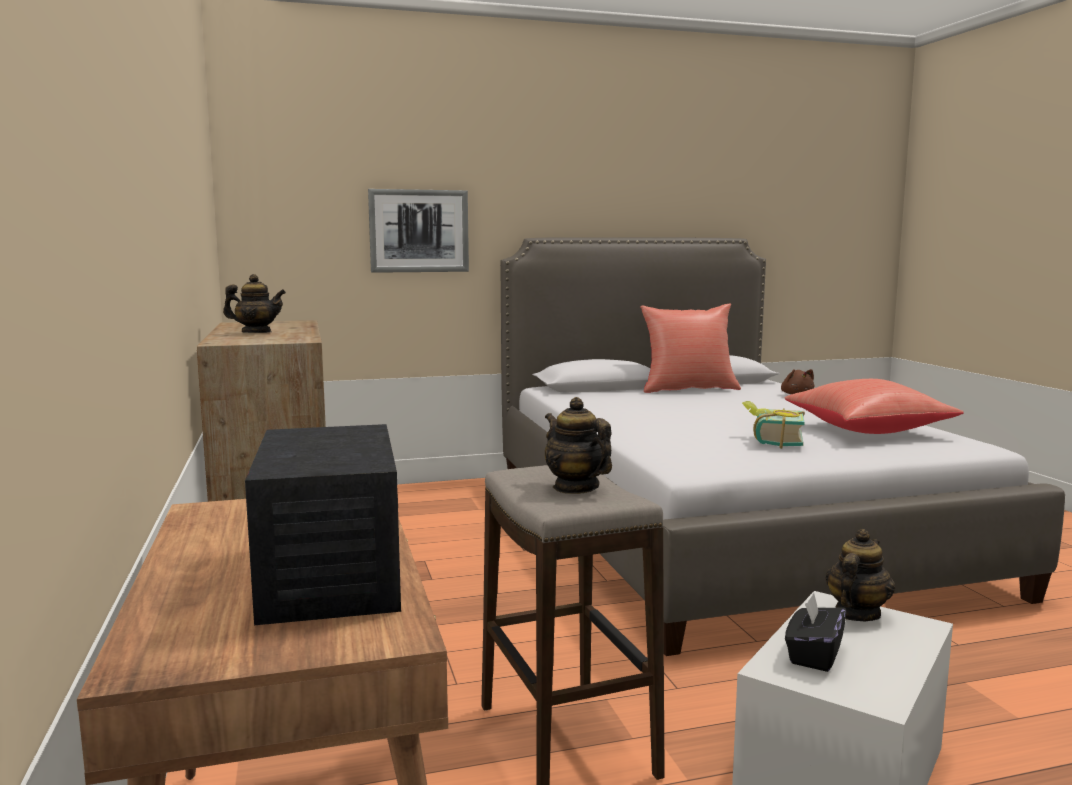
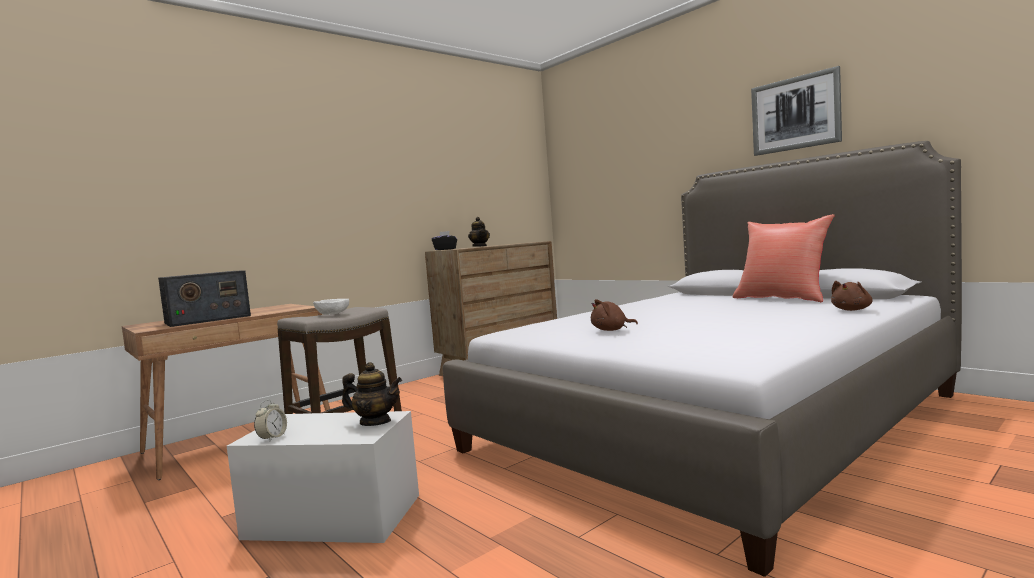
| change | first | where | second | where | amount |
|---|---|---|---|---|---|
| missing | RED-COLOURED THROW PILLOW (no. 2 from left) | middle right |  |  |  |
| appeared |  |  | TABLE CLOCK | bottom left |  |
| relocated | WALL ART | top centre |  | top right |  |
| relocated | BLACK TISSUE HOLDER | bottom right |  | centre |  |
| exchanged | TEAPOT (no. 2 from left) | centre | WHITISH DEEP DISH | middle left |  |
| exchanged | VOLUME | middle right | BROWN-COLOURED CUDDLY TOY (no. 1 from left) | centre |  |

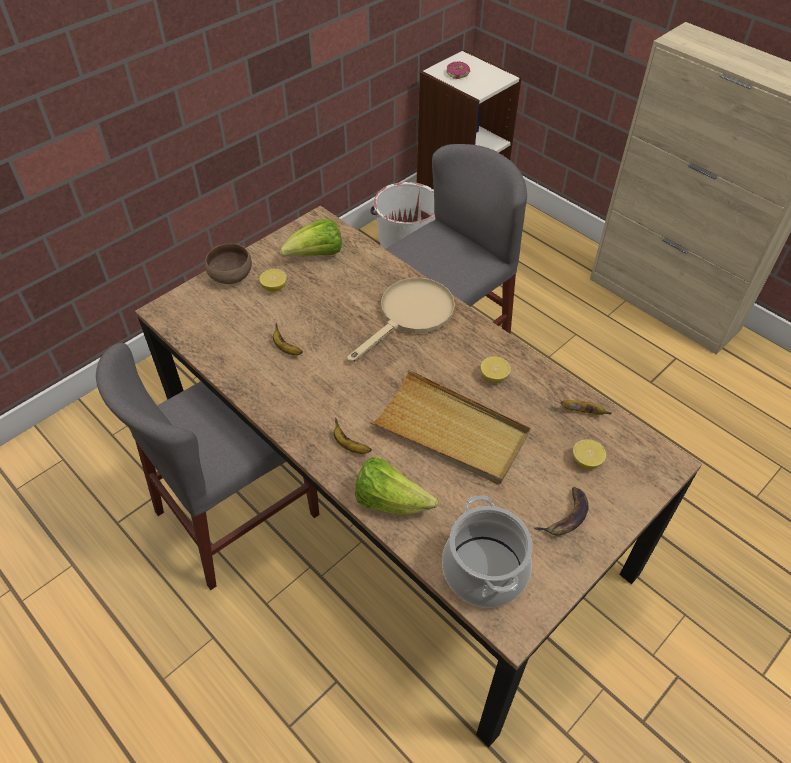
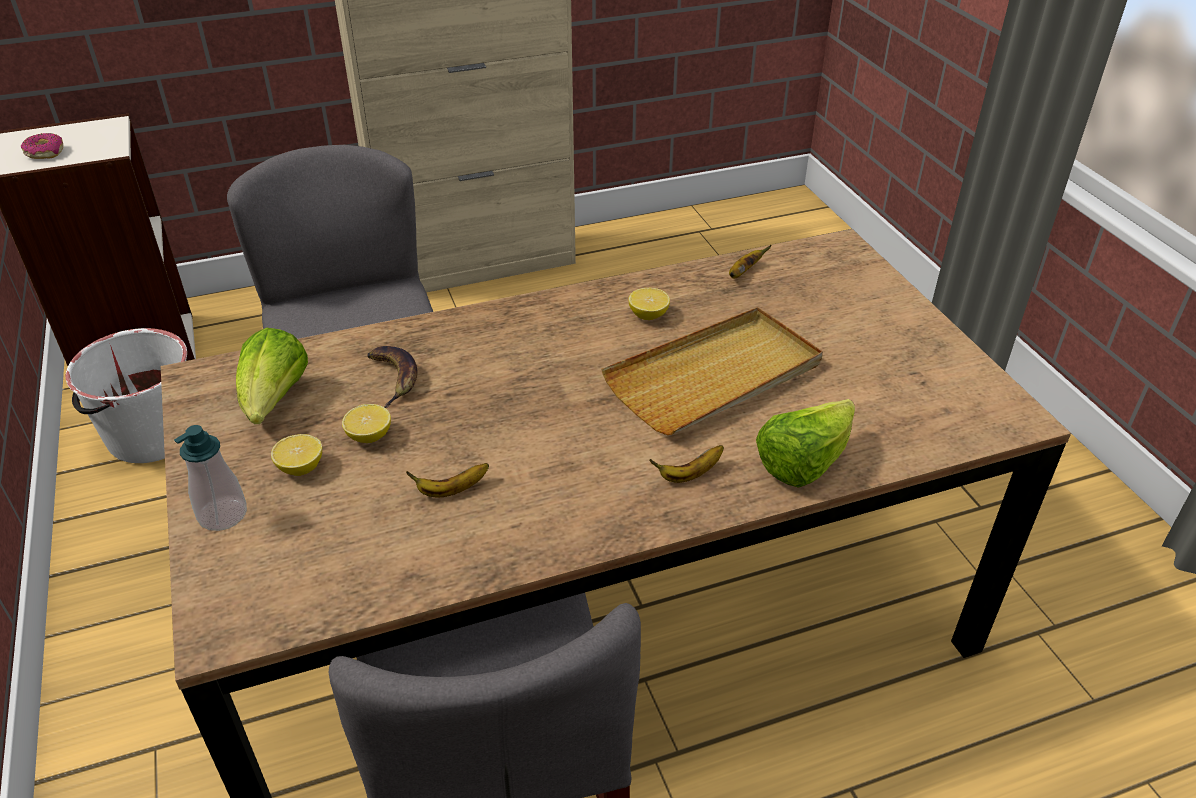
| change | first | where | second | where | amount |
|---|---|---|---|---|---|
| missing | SAND-COLOURED PAN | centre |  |  |  |
| missing | STOCKPOT | bottom centre |  |  |  |
| relocated | BANANA (no. 3 from left in the first image) | bottom right | BANANA (no. 1 from left) | middle left |  |
| relocated | LEMON (no. 3 from left in the first image) | middle right | LEMON (no. 2 from left) | middle left |  |
| exchanged | BROWN-COLOURED DEEP DISH | middle left | SOAP DISPENSER | middle left |  |

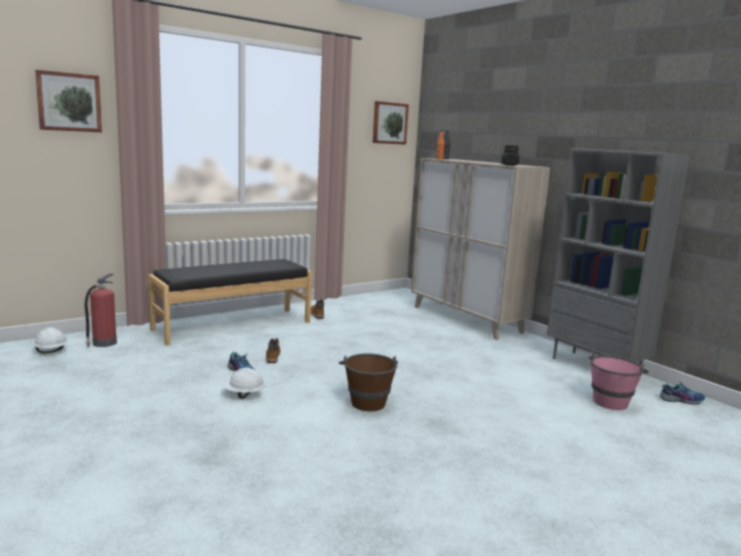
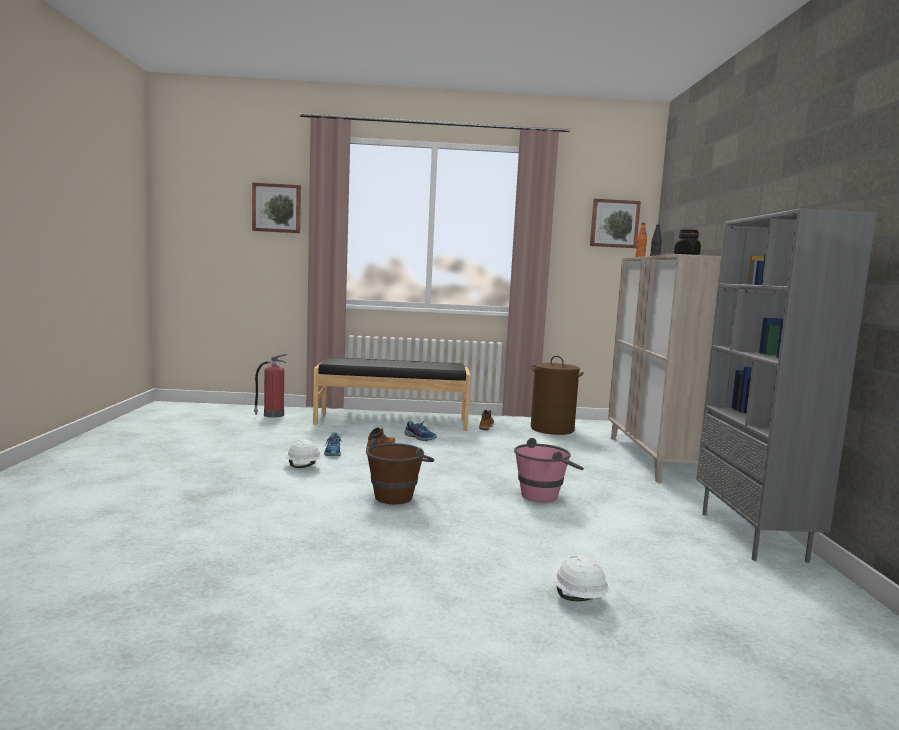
| change | first | where | second | where | amount |
|---|---|---|---|---|---|
| appeared |  |  | BROWN-COLOURED WASHING BASKET | centre |  |
| relocated | WHITISH SAFETY HELMET (no. 1 from left in the first image) | middle left | WHITISH SAFETY HELMET (no. 2 from left) | bottom centre |  |
| relocated | PINK PAIL | bottom right |  | centre |  |
| relocated | SHOE (no. 2 from left) | bottom right |  | centre |  |

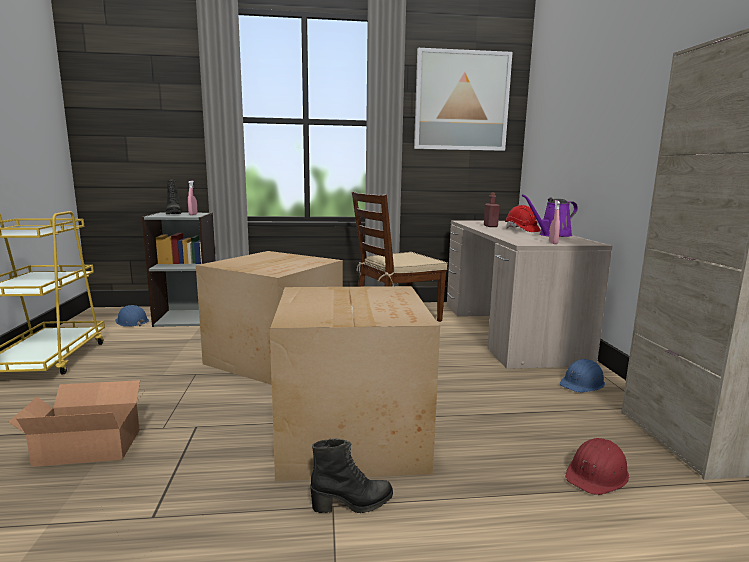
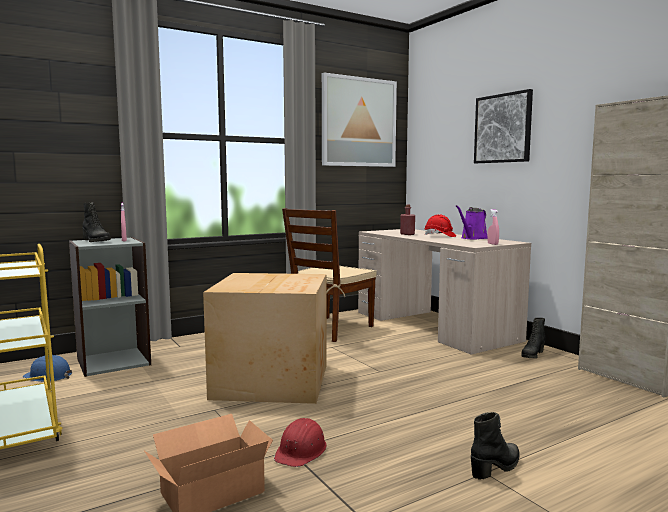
| change | first | where | second | where | amount |
|---|---|---|---|---|---|
| missing | PACKING BOX (no. 3 from left) | bottom centre |  |  |  |
| appeared |  |  | WALL ART (no. 2 from left) | top right |  |
| relocated | RED-COLOURED SAFETY HELMET (no. 2 from left in the first image) | bottom right | RED-COLOURED SAFETY HELMET (no. 1 from left) | bottom centre |  |
| exchanged | BLUE SAFETY HELMET (no. 2 from left) | bottom right | BLACK BOOT (no. 3 from left) | middle right |  |

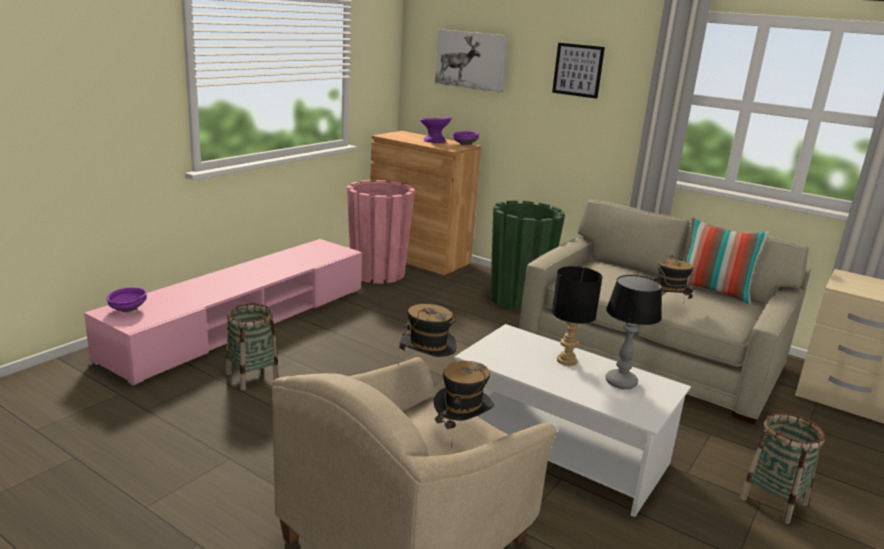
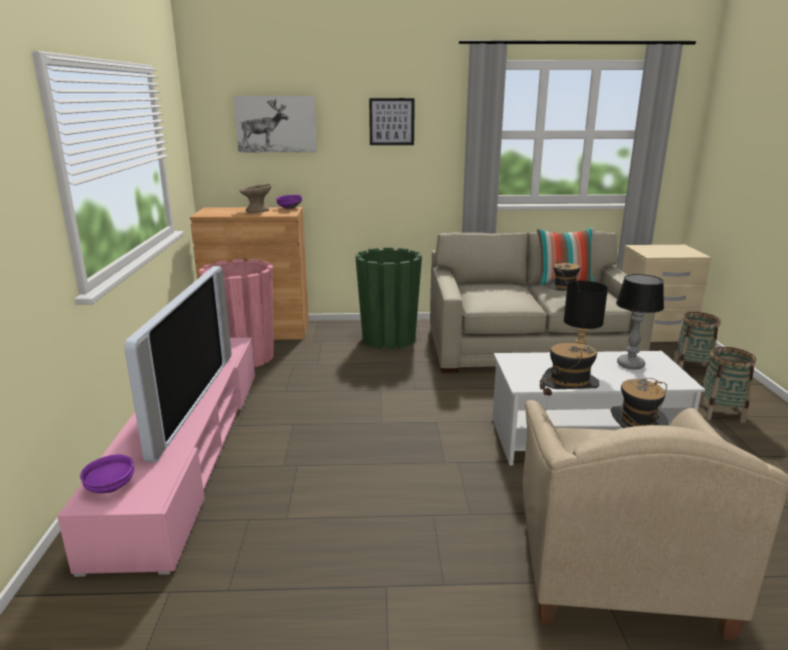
| change | first | where | second | where | amount |
|---|---|---|---|---|---|
| appeared |  |  | TV | middle left |  |
| relocated | BASKET (no. 1 from left) | middle left |  | middle right |  |
| colour | PURPLE DEEP DISH (no. 2 from left) | top centre | SAND-COLOURED DEEP DISH | top left |  |

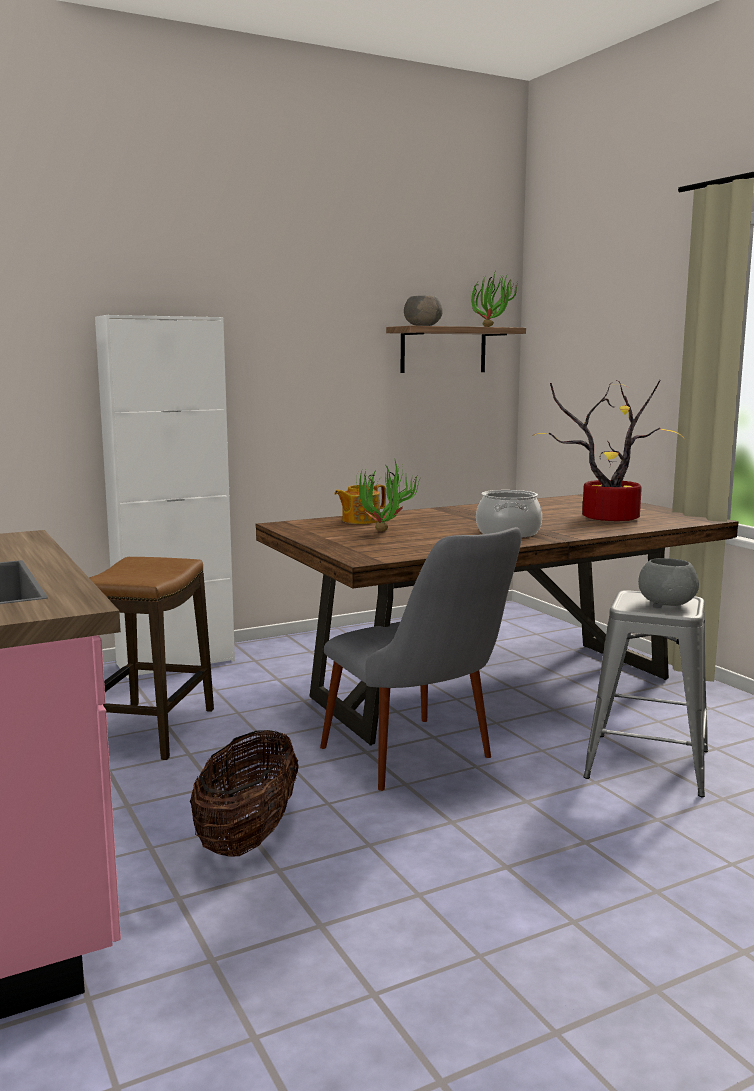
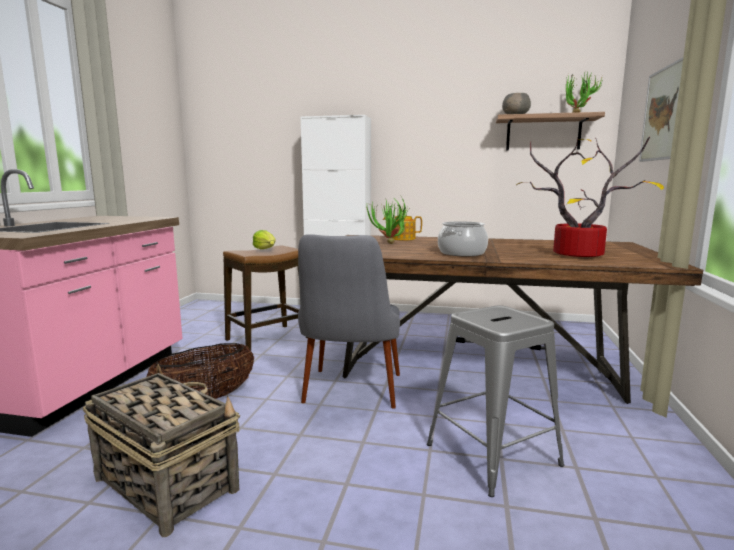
| change | first | where | second | where | amount |
|---|---|---|---|---|---|
| missing | GRAY DEEP DISH (no. 2 from left) | middle right |  |  |  |
| appeared |  |  | BASKET (no. 1 from left) | bottom left |  |
| appeared |  |  | LETTUCE HEAD | centre |  |
| appeared |  |  | WALL ART | top right |  |

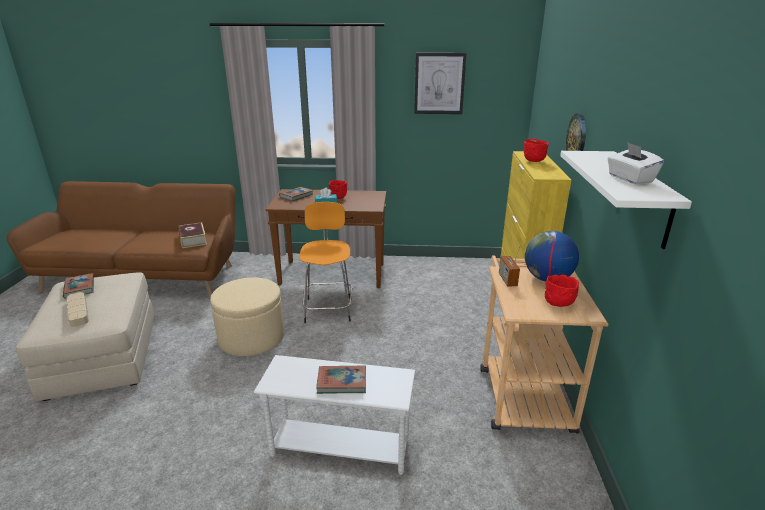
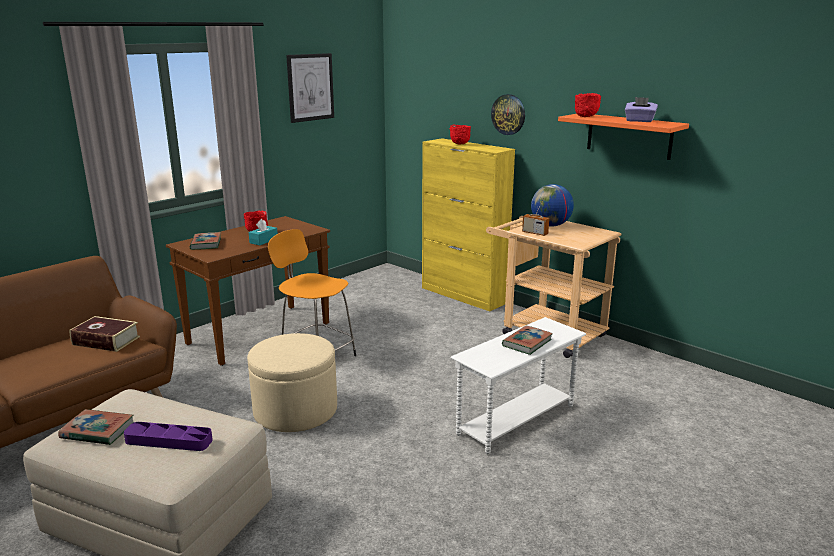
| change | first | where | second | where | amount |
|---|---|---|---|---|---|
| relocated | RED-COLOURED DEEP DISH (no. 3 from left) | middle right |  | top right |  |
| colour | SAND-COLOURED TRAY | middle left | PURPLE TRAY | bottom left |  |
| colour | WHITISH BRACKET SHELF | middle right | ORANGE BRACKET SHELF | top right |  |
| colour | WHITISH TISSUE HOLDER | top right | PURPLE TISSUE HOLDER | top right |  |

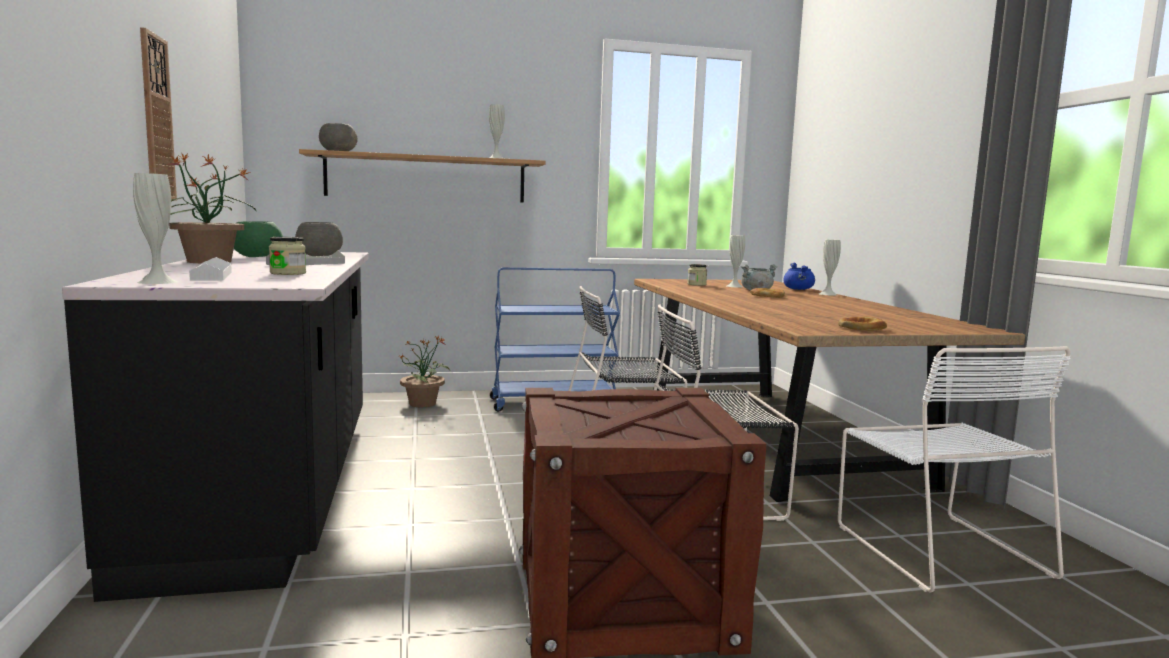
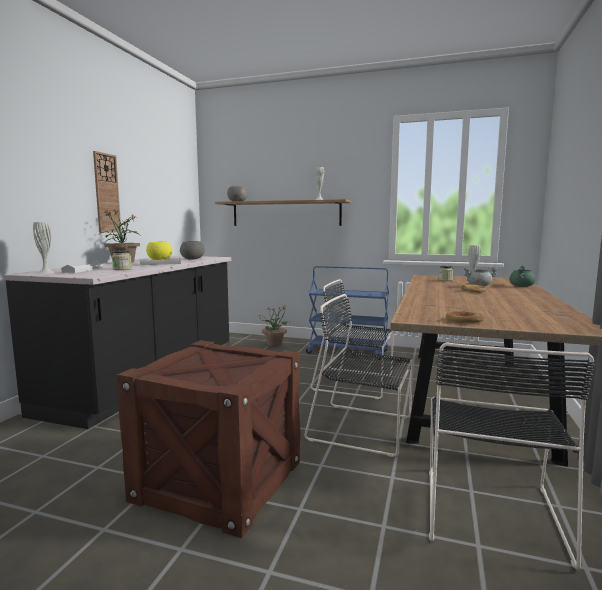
| change | first | where | second | where | amount |
|---|---|---|---|---|---|
| missing | WHITISH FLOWER VASE (no. 4 from left) | middle right |  |  |  |
| colour | GREENISH DEEP DISH | middle left | YELLOW DEEP DISH | middle left |  |
| colour | BLUE STOCKPOT | middle right | GREENISH STOCKPOT | middle right |  |
| colour | WHITISH PLAIN CHAIR | bottom right | BLACK PLAIN CHAIR (no. 3 from left) | bottom right |  |

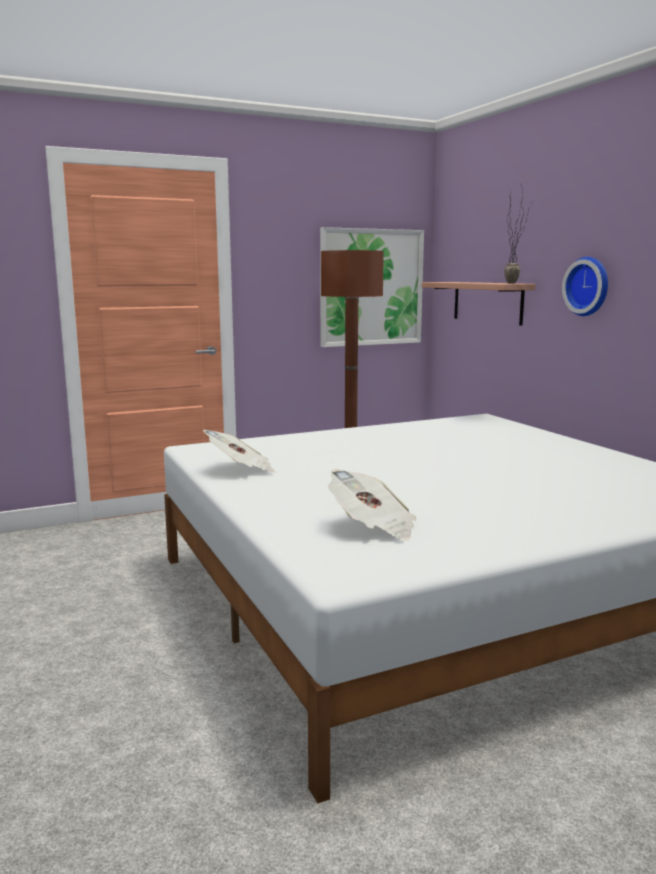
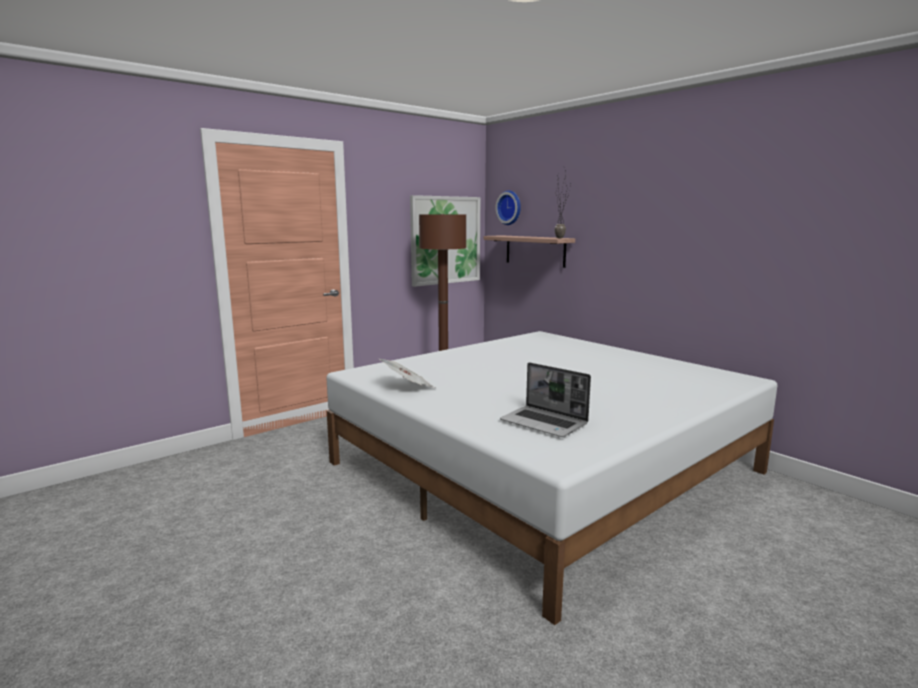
| change | first | where | second | where | amount |
|---|---|---|---|---|---|
| relocated | HANGING CLOCK | top right |  | top centre |  |
| exchanged | DAILY PAPER (no. 2 from left) | centre | PORTABLE COMPUTER | centre |  |

